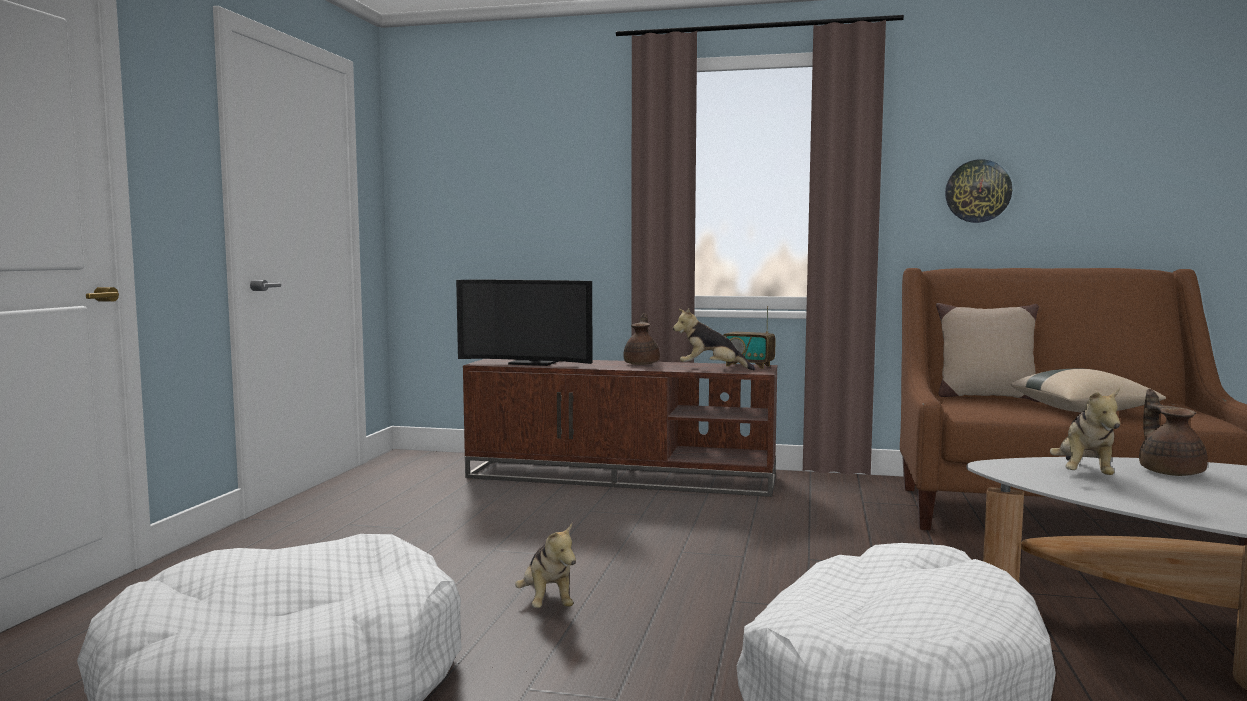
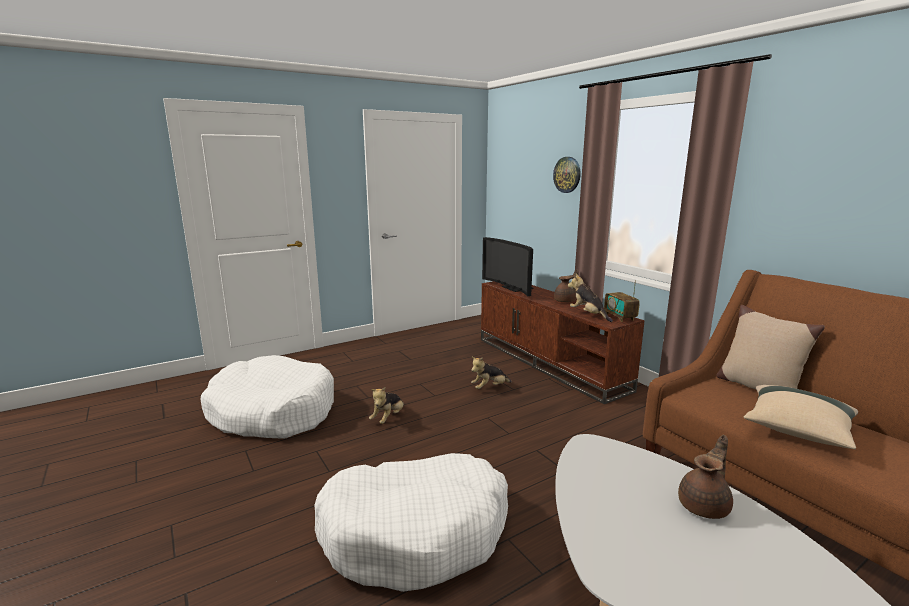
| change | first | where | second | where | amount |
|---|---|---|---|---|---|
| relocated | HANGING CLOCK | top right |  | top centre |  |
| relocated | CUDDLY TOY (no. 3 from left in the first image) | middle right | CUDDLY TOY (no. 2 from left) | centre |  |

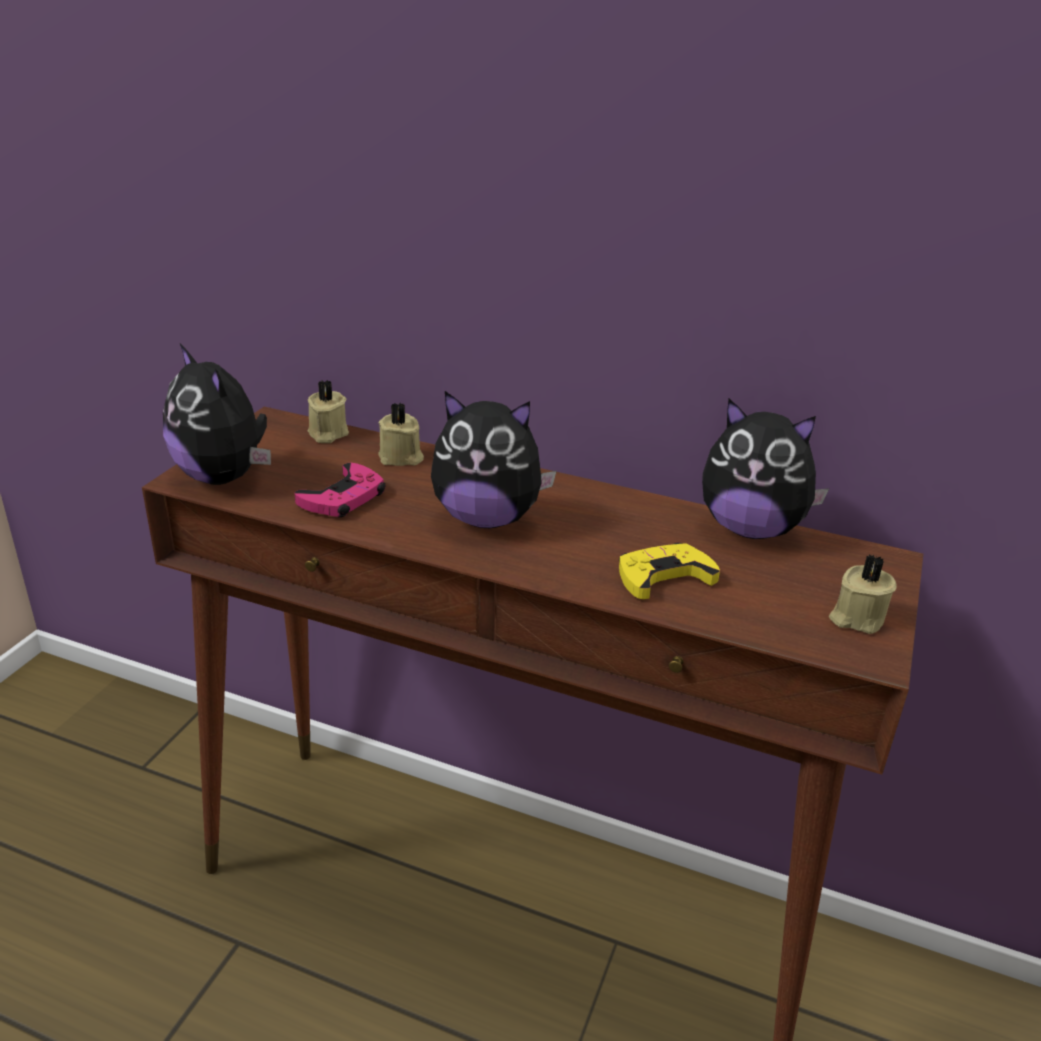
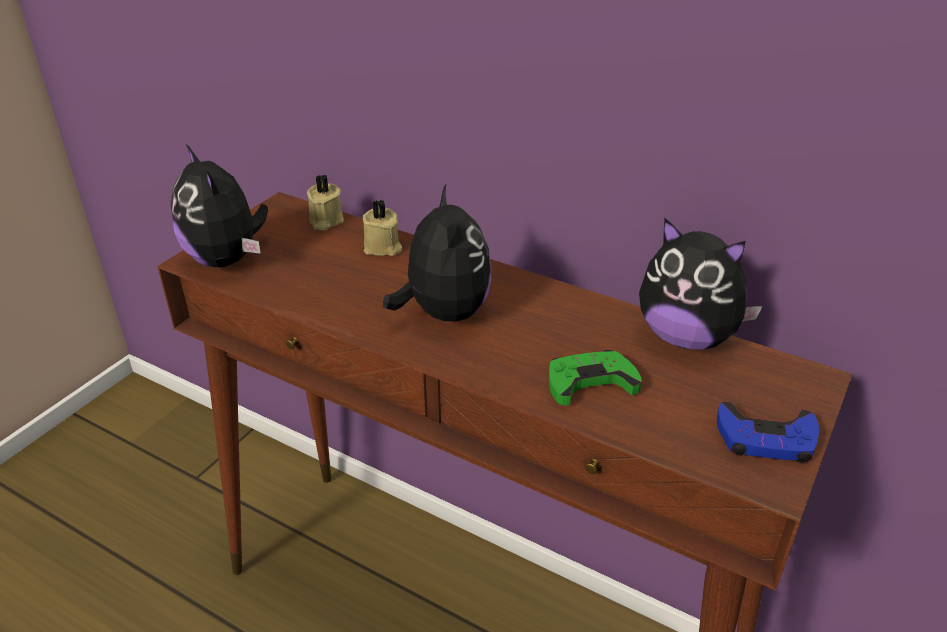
| change | first | where | second | where | amount |
|---|---|---|---|---|---|
| missing | PINK JOYPAD | middle left |  |  |  |
| exchanged | SAND-COLOURED WAX CANDLE (no. 3 from left) | middle right | BLUE JOYPAD | bottom right |  |
| colour | YELLOW JOYPAD | centre | GREENISH JOYPAD | centre |  |
| spun | CUDDLY TOY (no. 2 from left) | centre |  | centre | 120 degrees counterclockwise |

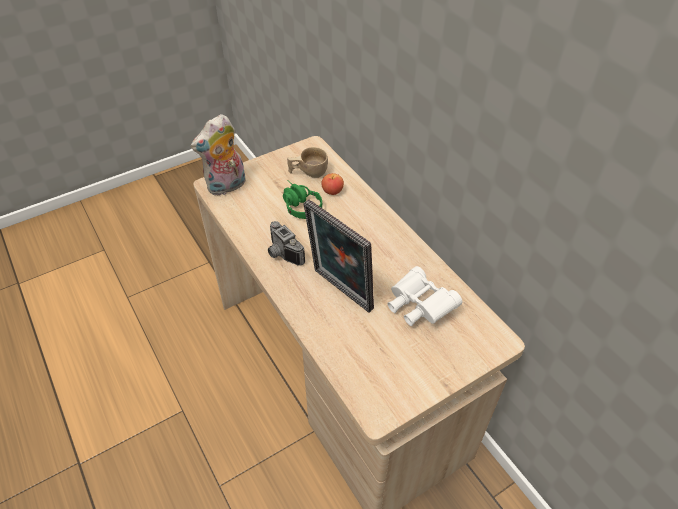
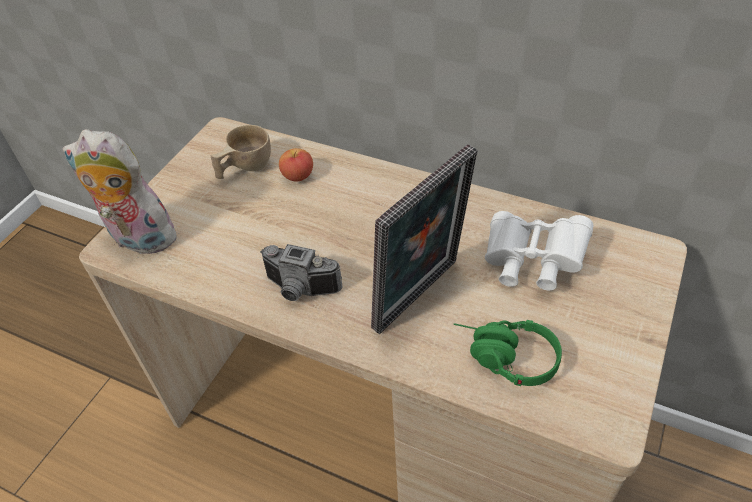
| change | first | where | second | where | amount |
|---|---|---|---|---|---|
| relocated | GREENISH HEADPHONES | centre |  | bottom right |  |
| spun | CUDDLY TOY | top left |  | middle left | 90 degrees clockwise |
| spun | STANDING FRAME | centre |  | centre | 60 degrees counterclockwise |

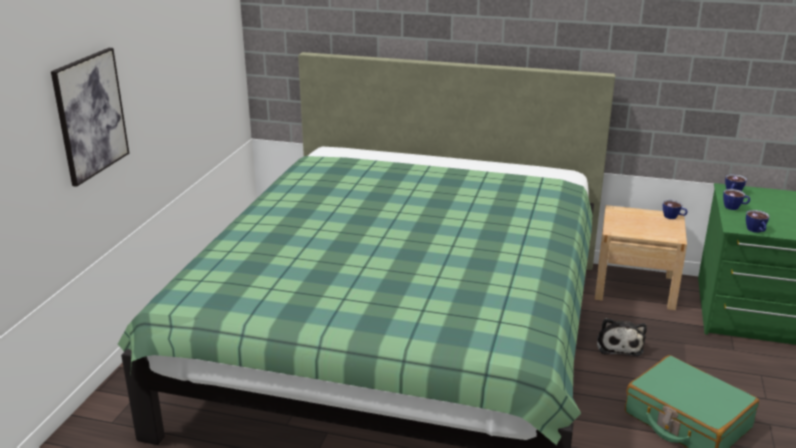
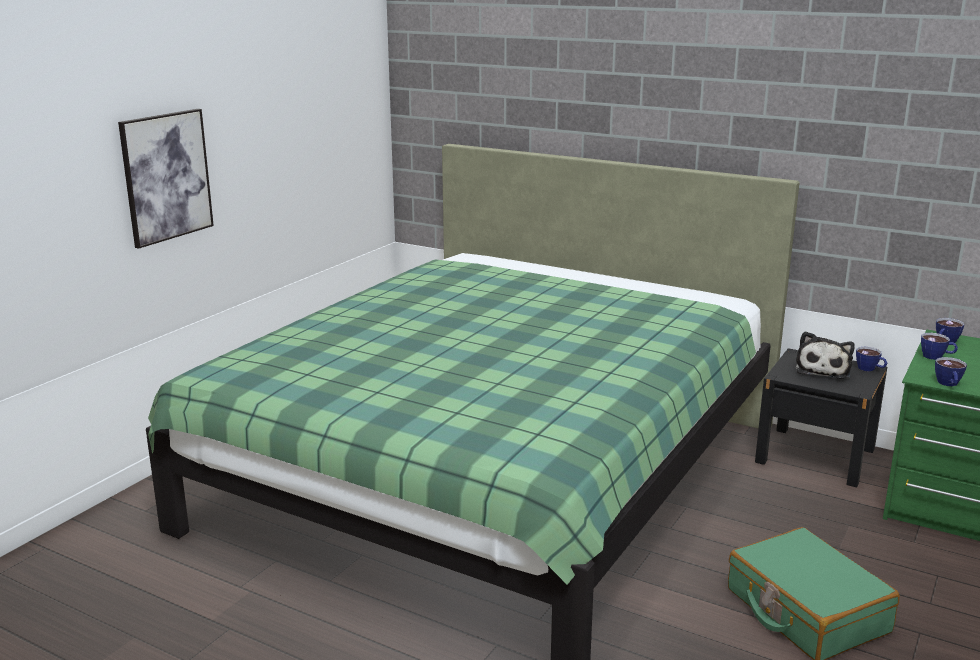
| change | first | where | second | where | amount |
|---|---|---|---|---|---|
| relocated | CUDDLY TOY | bottom right |  | middle right |  |
| colour | SAND-COLOURED BEDSIDE TABLE | middle right | BLACK BEDSIDE TABLE | middle right |  |

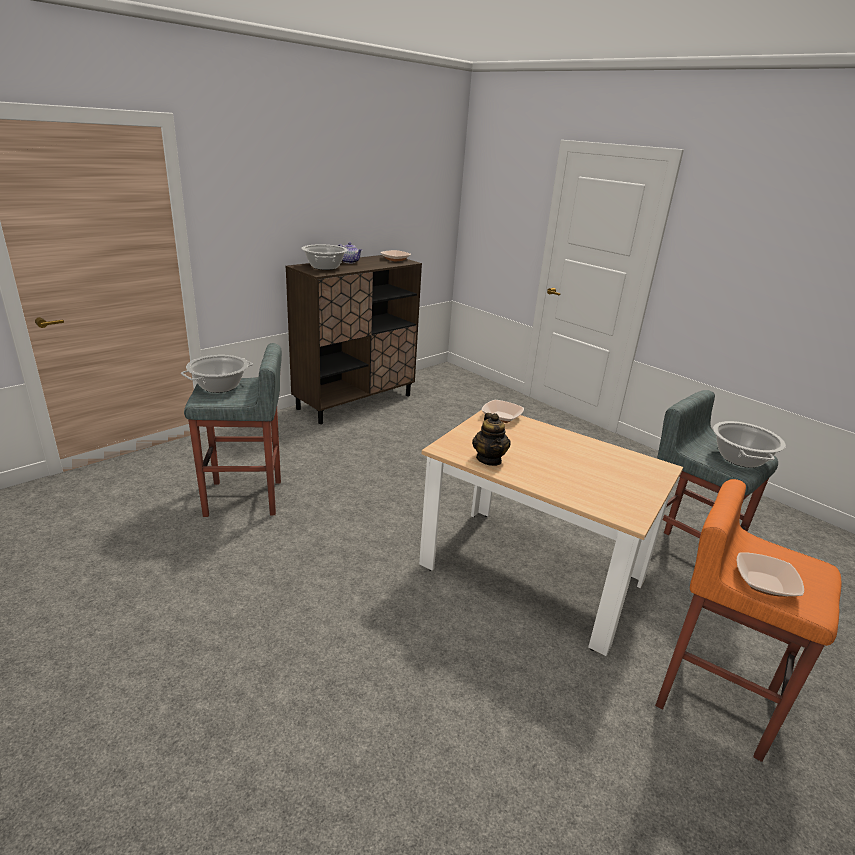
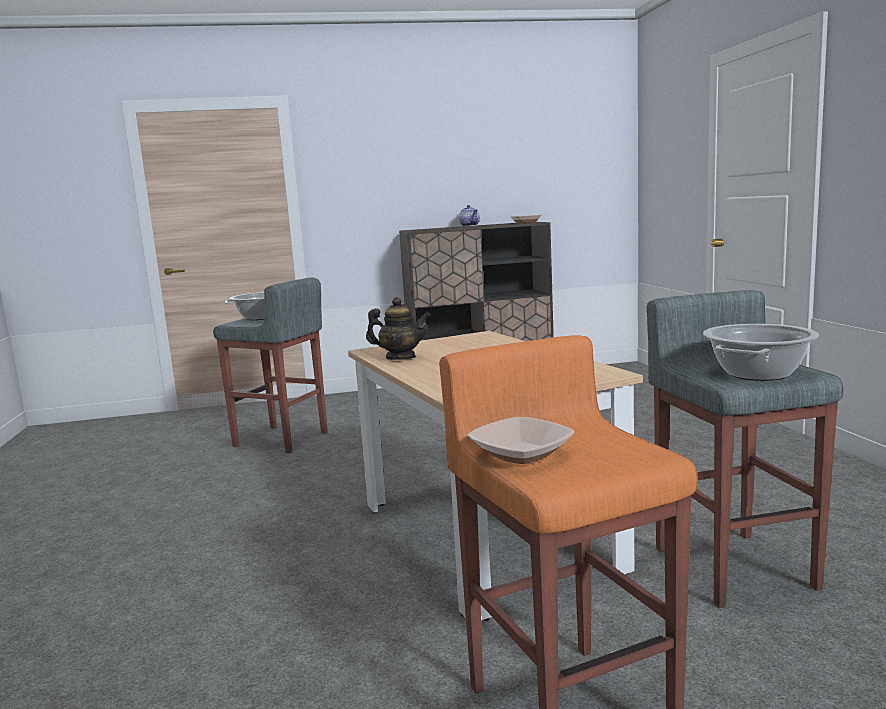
| change | first | where | second | where | amount |
|---|---|---|---|---|---|
| missing | STOCKPOT (no. 2 from left) | top centre |  |  |  |
| missing | DEEP DISH (no. 2 from left) | centre |  |  |  |
| spun | TEAPOT (no. 2 from left in the first image) | centre | TEAPOT (no. 1 from left) | centre | 105 degrees counterclockwise |

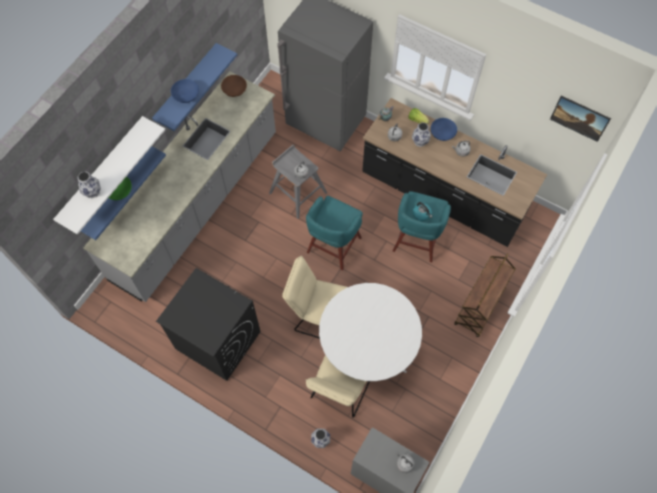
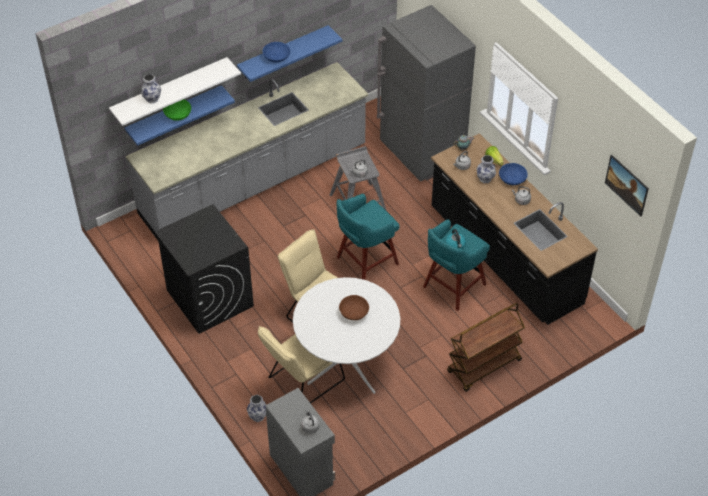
| change | first | where | second | where | amount |
|---|---|---|---|---|---|
| relocated | BROWN-COLOURED DEEP DISH | top centre |  | centre |  |

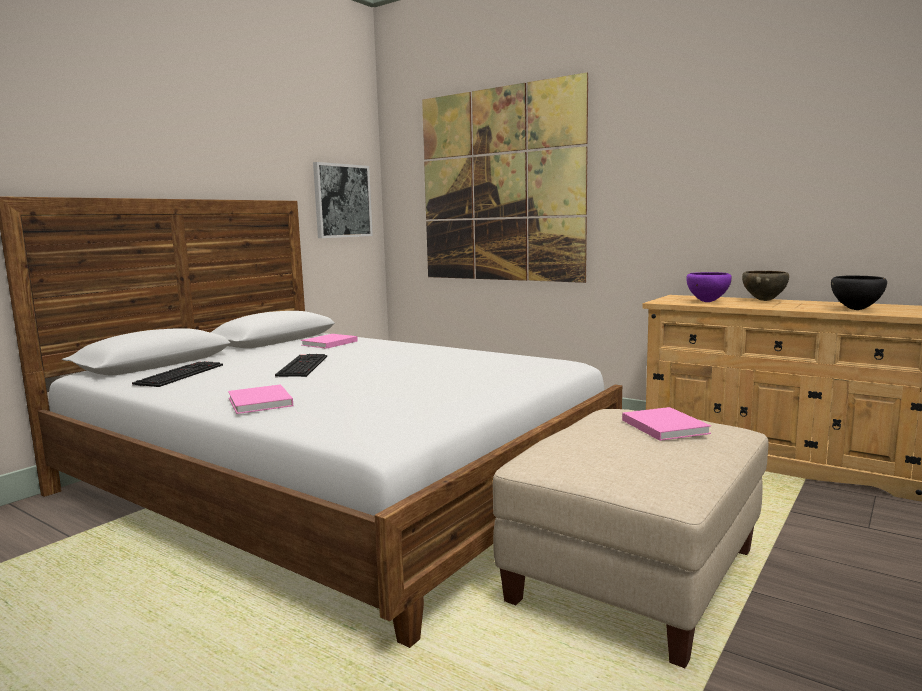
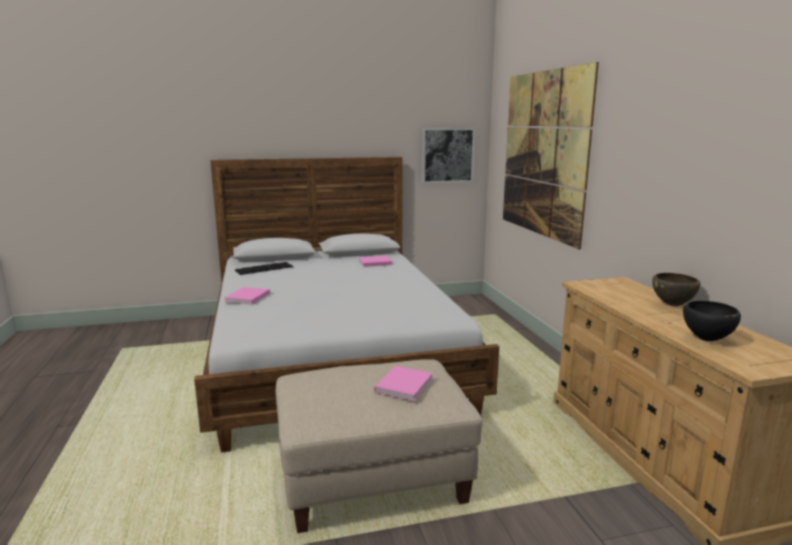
| change | first | where | second | where | amount |
|---|---|---|---|---|---|
| missing | KEYBOARD (no. 2 from left) | middle left |  |  |  |
| missing | PURPLE DEEP DISH | middle right |  |  |  |

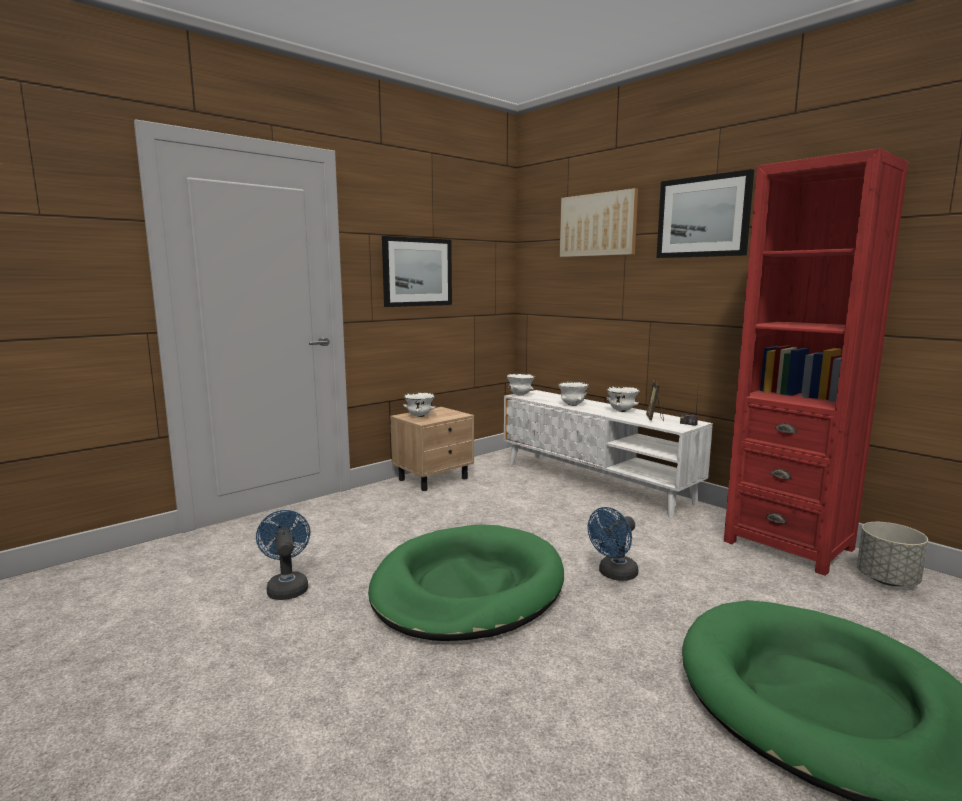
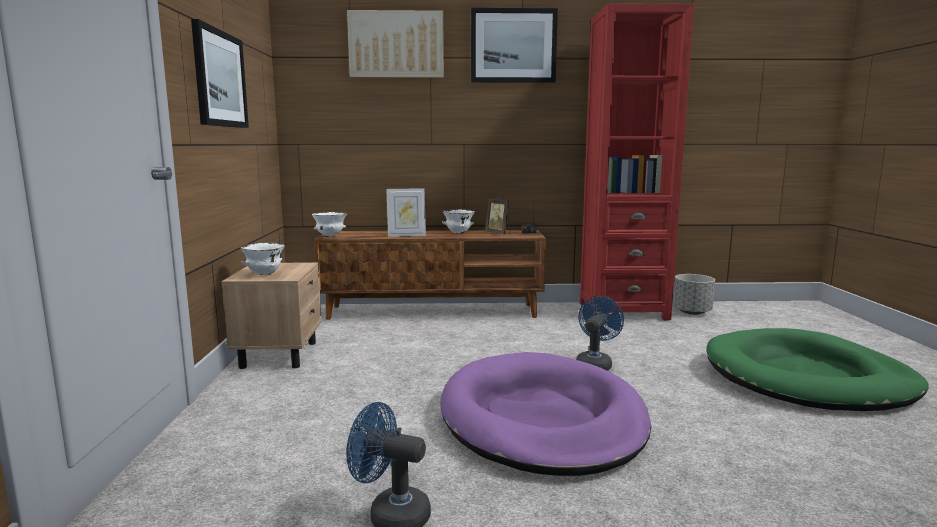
| change | first | where | second | where | amount |
|---|---|---|---|---|---|
| exchanged | WHITISH DEEP DISH (no. 3 from left) | centre | STANDING FRAME (no. 1 from left) | centre |  |
| colour | GREENISH DOG BED (no. 1 from left) | bottom centre | PURPLE DOG BED | bottom centre |  |
| colour | WHITISH MEDIA CONSOLE | centre | BROWN-COLOURED MEDIA CONSOLE | centre |  |
| spun | BLUE FAN (no. 2 from left) | bottom centre |  | centre | 150 degrees counterclockwise |

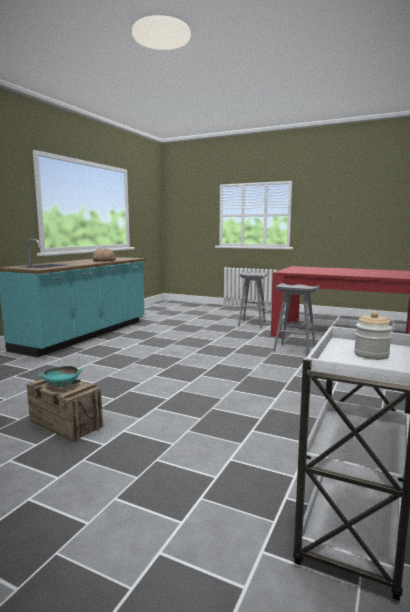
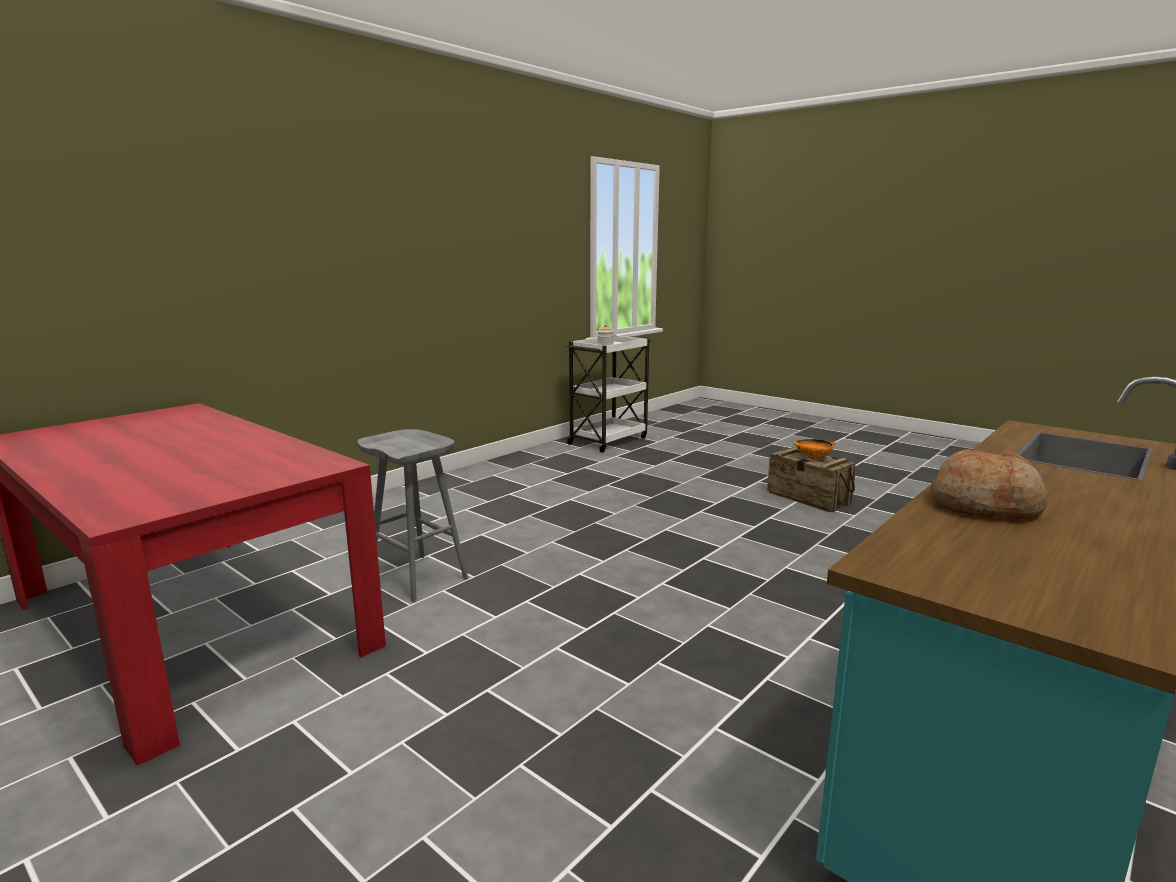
| change | first | where | second | where | amount |
|---|---|---|---|---|---|
| missing | GRAY STOOL SEAT (no. 1 from left) | centre |  |  |  |
| colour | BLUE-GREEN DEEP DISH | middle left | ORANGE DEEP DISH | middle right |  |

